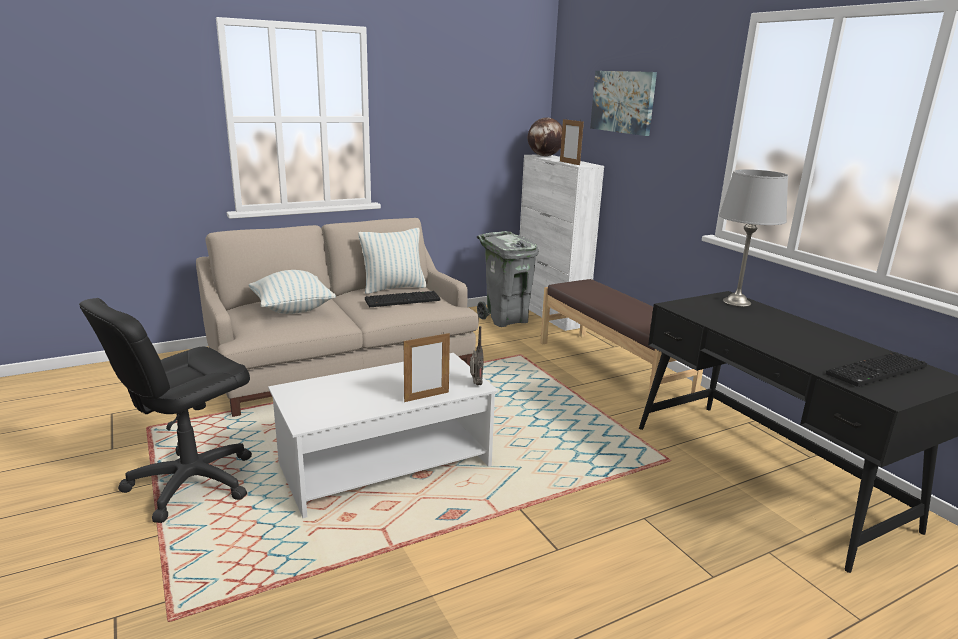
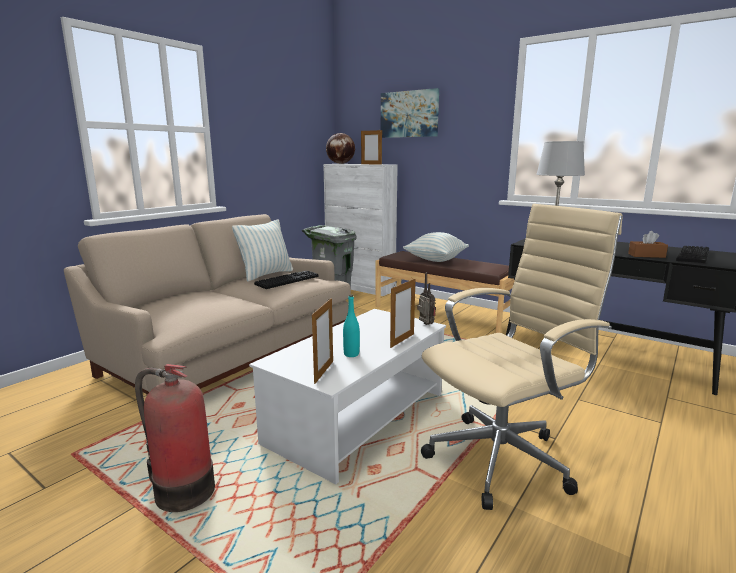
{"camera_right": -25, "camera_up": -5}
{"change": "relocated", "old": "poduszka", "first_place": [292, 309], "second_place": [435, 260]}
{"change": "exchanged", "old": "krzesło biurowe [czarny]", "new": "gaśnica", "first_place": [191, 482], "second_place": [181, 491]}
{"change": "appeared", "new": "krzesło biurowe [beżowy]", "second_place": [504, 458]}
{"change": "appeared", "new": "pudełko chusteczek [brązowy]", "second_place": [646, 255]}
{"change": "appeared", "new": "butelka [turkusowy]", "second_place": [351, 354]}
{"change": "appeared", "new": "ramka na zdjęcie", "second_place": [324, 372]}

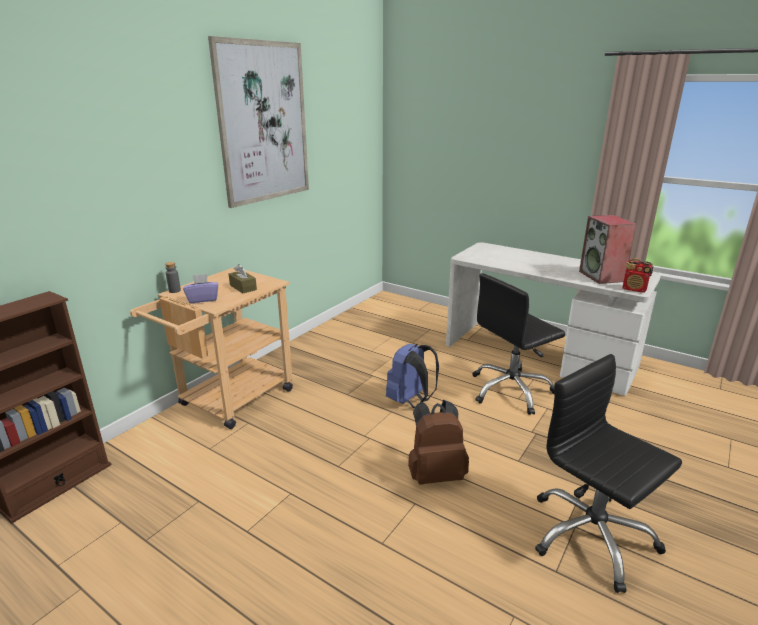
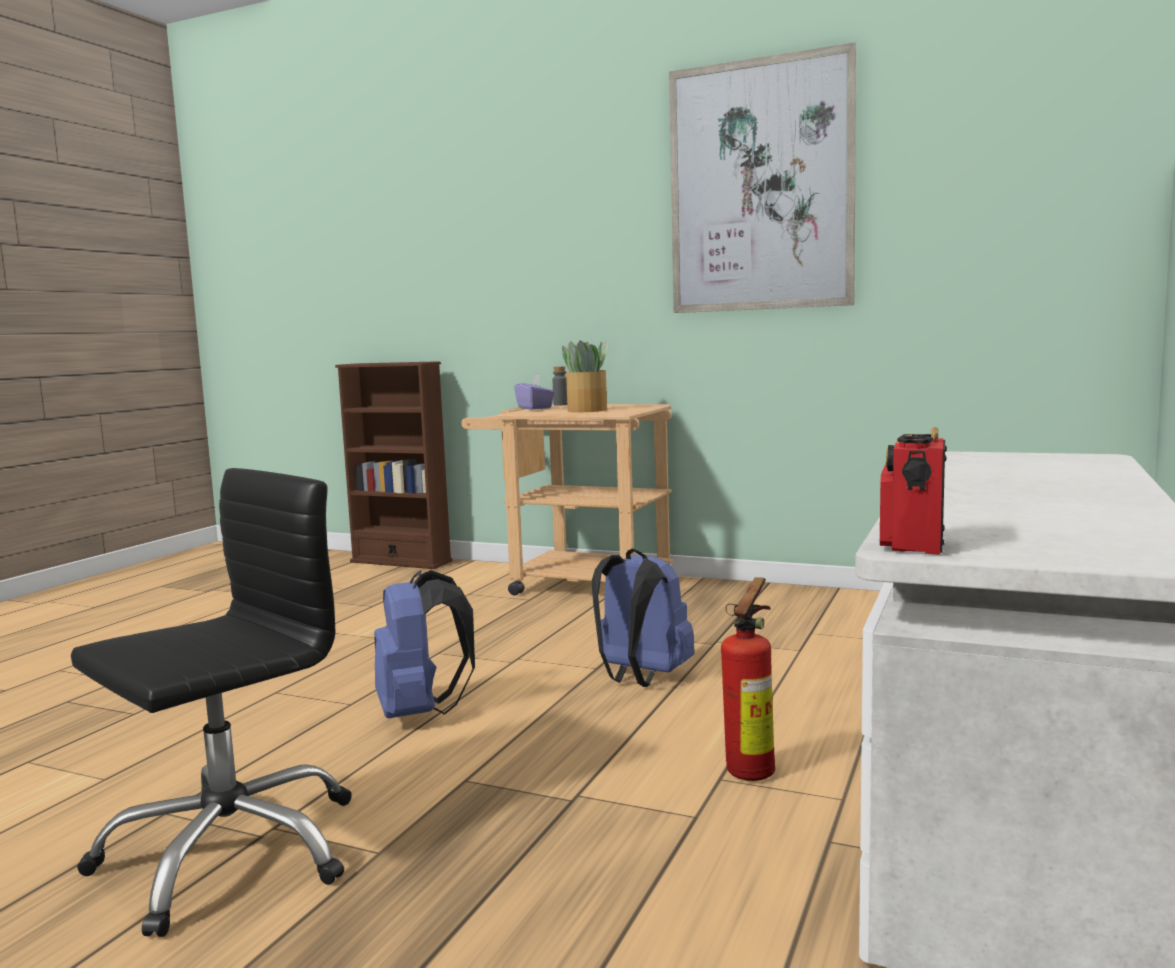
{"camera_right": 80, "camera_up": -15}
{"change": "missing", "old": "głośnik", "first_place": [602, 276]}
{"change": "exchanged", "old": "pudełko chusteczek [brązowy]", "new": "roślina doniczkowa", "first_place": [243, 287], "second_place": [588, 410]}
{"change": "exchanged", "old": "krzesło biurowe [czarny]", "new": "gaśnica", "first_place": [511, 390], "second_place": [754, 770]}
{"change": "colour", "old": "plecak [brązowy]", "new": "plecak [niebieski]", "first_place": [435, 474], "second_place": [420, 712]}

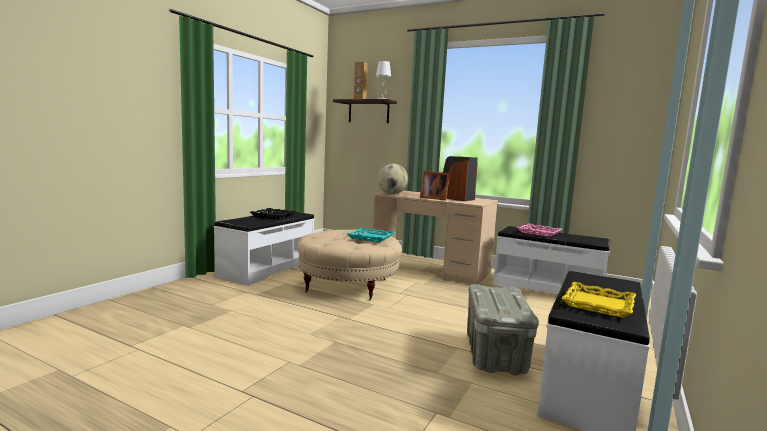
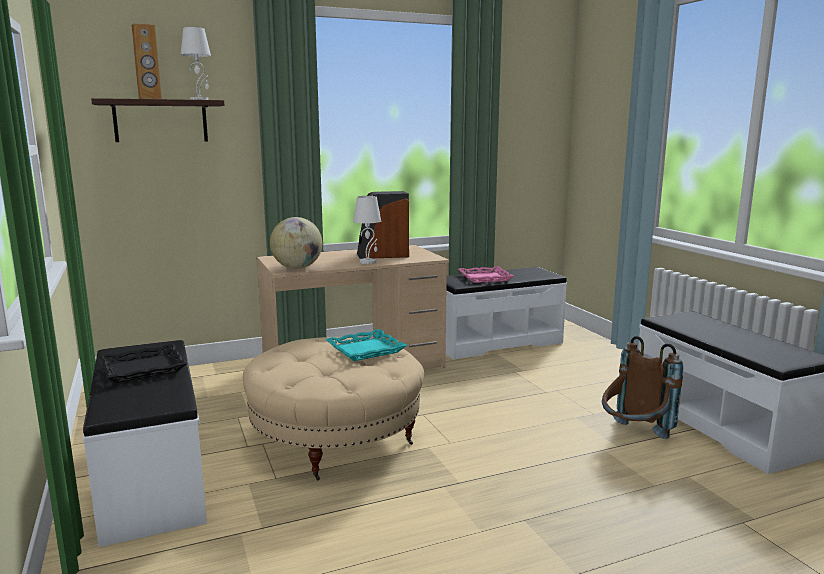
{"camera_right": -50, "camera_up": 5}
{"change": "exchanged", "old": "ramka na zdjęcie", "new": "lampa stołowa [biały]", "first_place": [433, 198], "second_place": [368, 262]}
{"change": "missing", "old": "taca [żółty]", "first_place": [599, 304]}
{"change": "exchanged", "old": "pojemnik do przechowywania [szary]", "new": "plecak [brązowy]", "first_place": [495, 354], "second_place": [634, 437]}

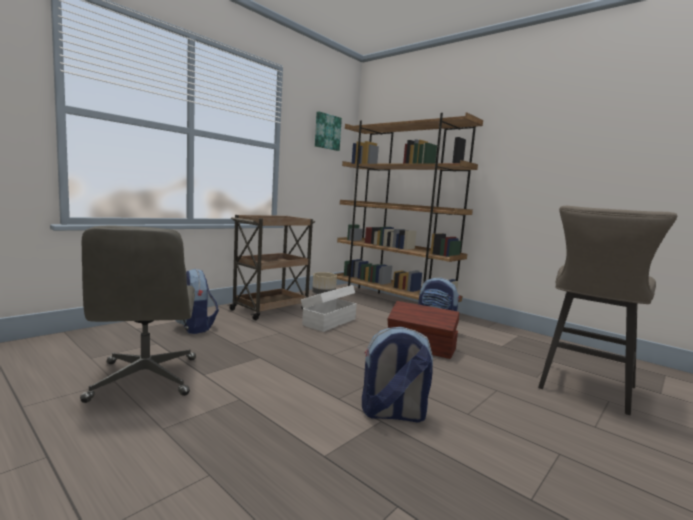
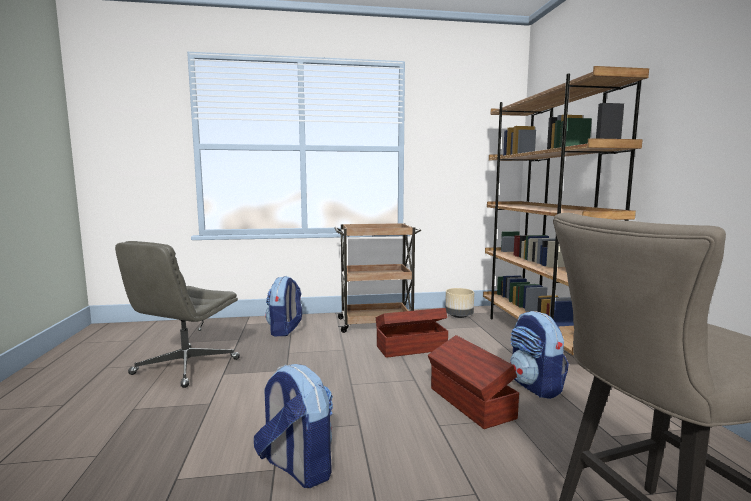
{"camera_right": 40, "camera_up": 0}
{"change": "missing", "old": "obraz", "first_place": [327, 132]}
{"change": "colour", "old": "pojemnik do przechowywania [biały]", "new": "pojemnik do przechowywania [brązowy]", "first_place": [328, 322], "second_place": [410, 348]}

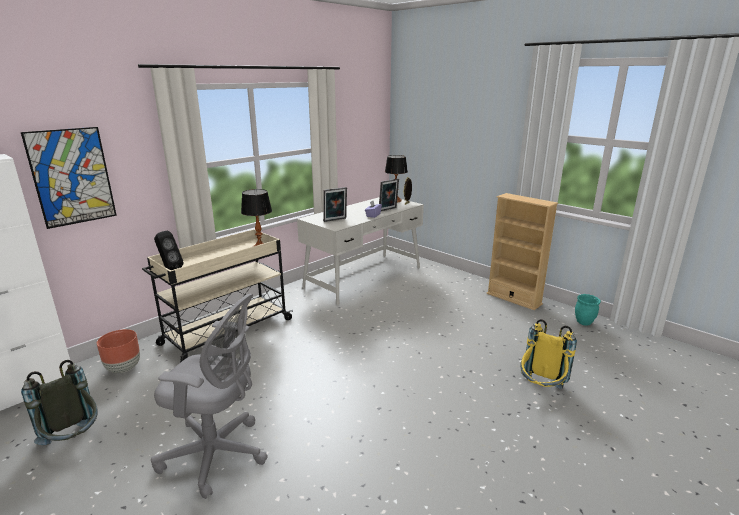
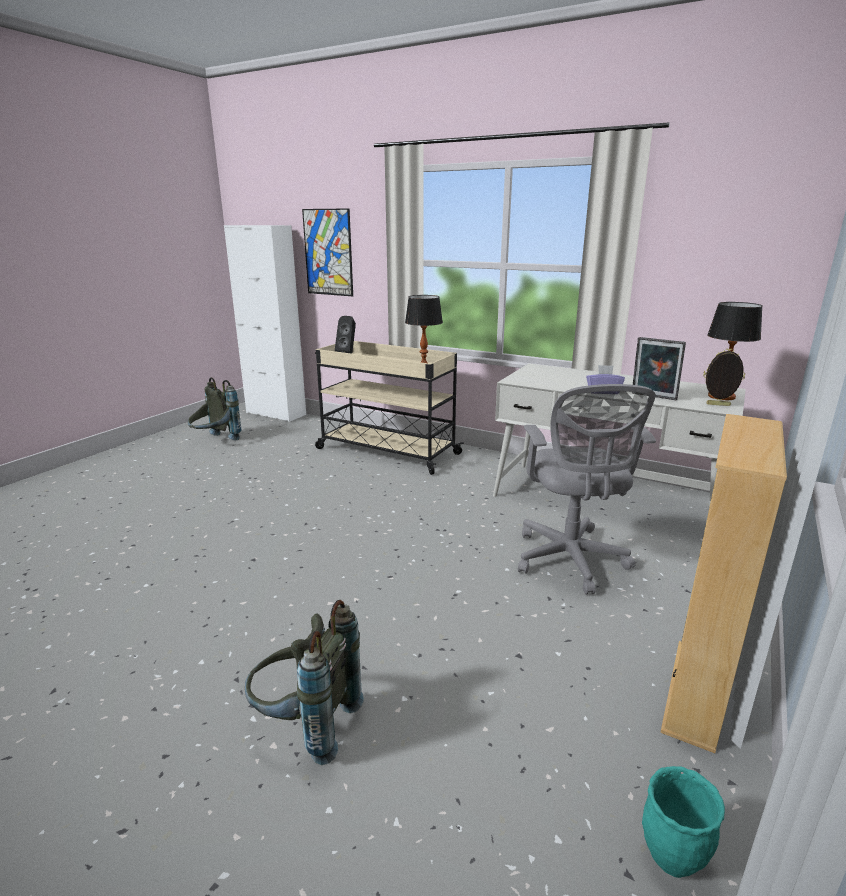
{"camera_right": 75, "camera_up": 0}
{"change": "missing", "old": "ramka na zdjęcie", "first_place": [335, 220]}
{"change": "relocated", "old": "krzesło biurowe [szary]", "first_place": [218, 454], "second_place": [571, 561]}
{"change": "colour", "old": "plecak [żółty]", "new": "plecak [szary]", "first_place": [540, 390], "second_place": [305, 725]}
{"change": "missing", "old": "donica [brązowy]", "first_place": [123, 368]}

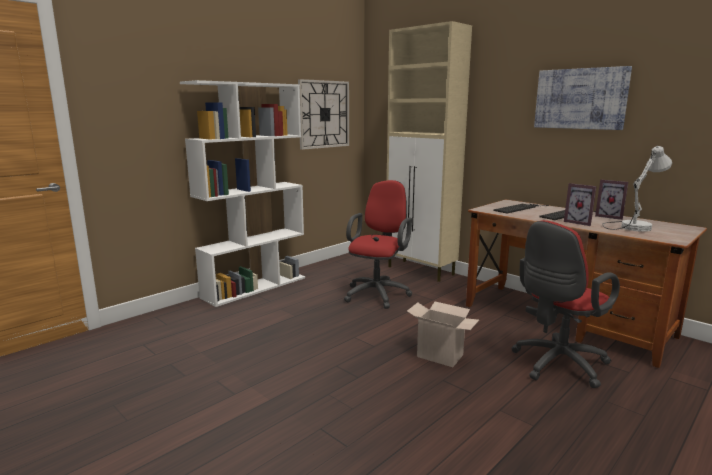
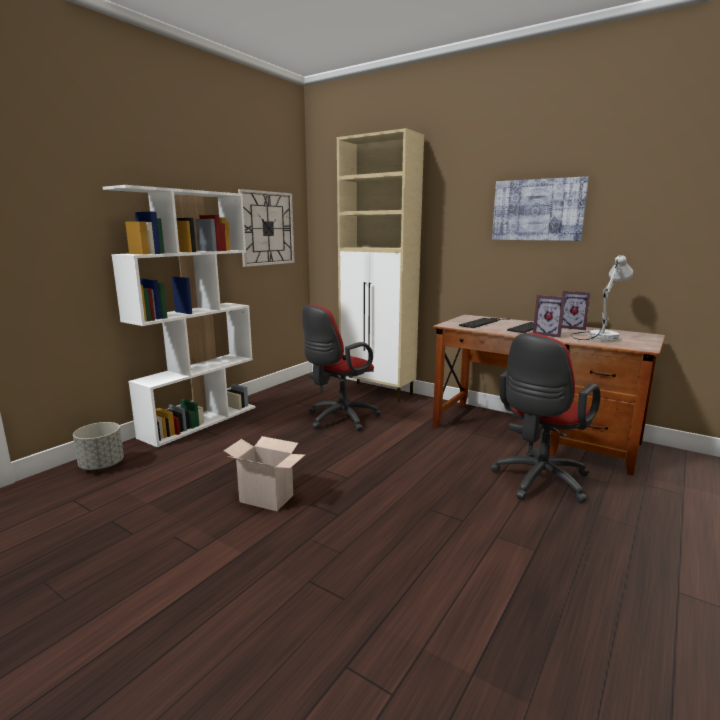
{"camera_right": -10, "camera_up": 0}
{"change": "spun", "old": "krzesło biurowe [czerwony]", "first_place": [378, 293], "second_place": [339, 419], "degrees": -150}
{"change": "relocated", "old": "karton", "first_place": [441, 356], "second_place": [268, 498]}
{"change": "appeared", "new": "donica [szary]", "second_place": [102, 465]}

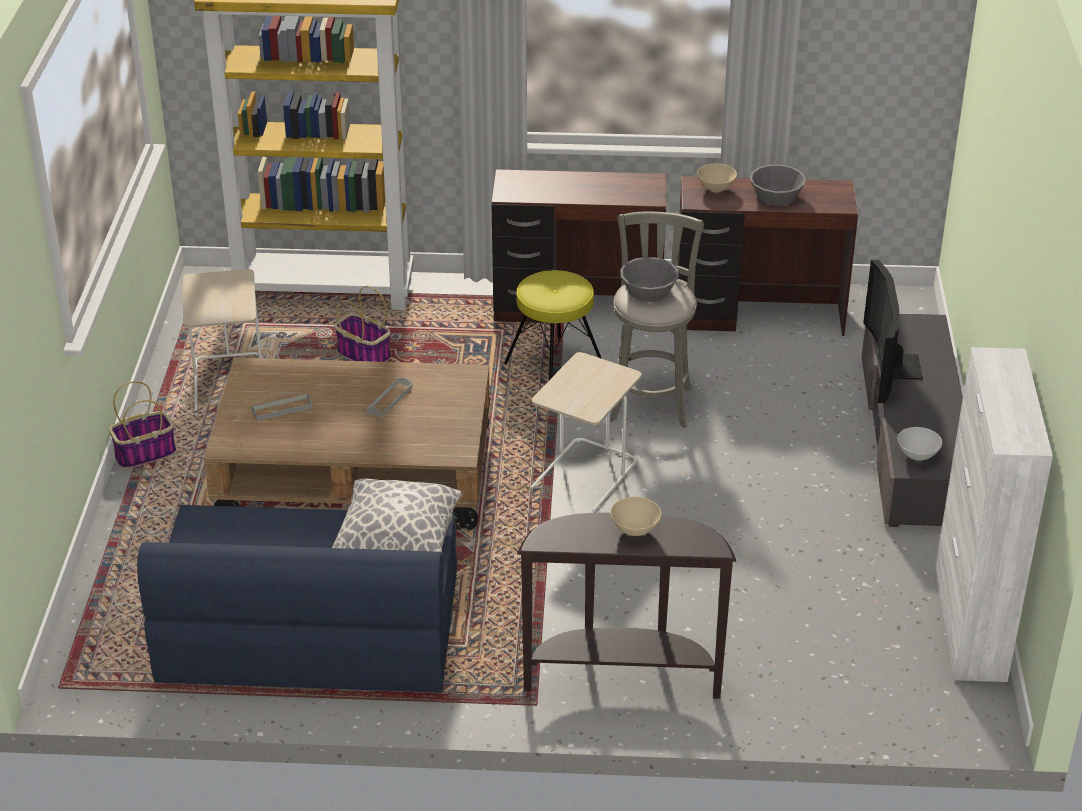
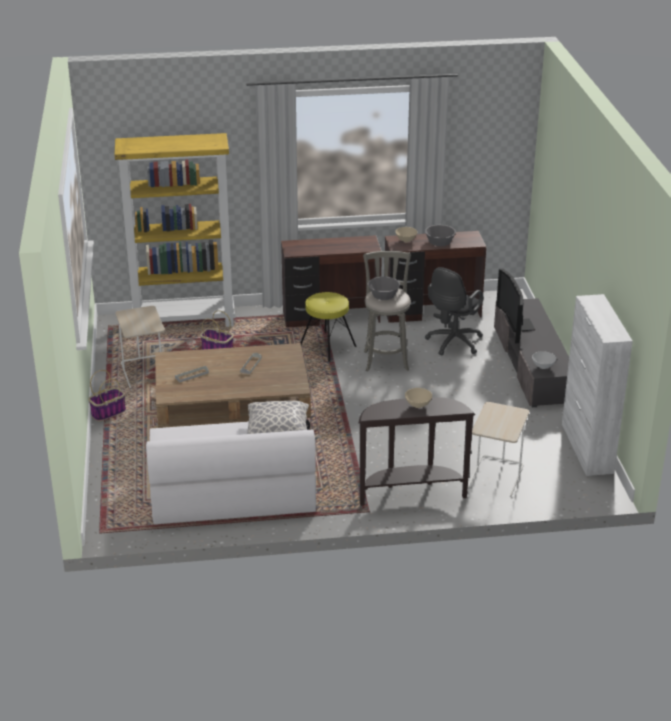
{"camera_right": -10, "camera_up": -5}
{"change": "relocated", "old": "stolik [beżowy]", "first_place": [585, 475], "second_place": [496, 476]}
{"change": "colour", "old": "kanapa [niebieski]", "new": "kanapa [biały]", "first_place": [310, 627], "second_place": [232, 488]}
{"change": "appeared", "new": "krzesło biurowe [czarny]", "second_place": [452, 343]}

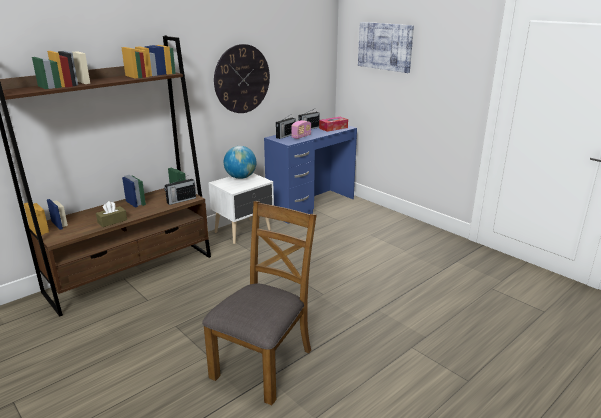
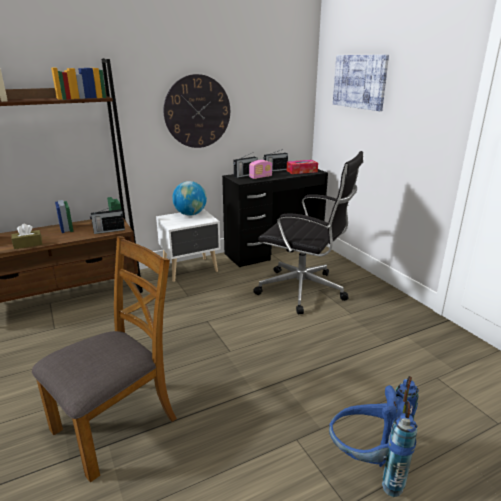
{"camera_right": 15, "camera_up": 0}
{"change": "colour", "old": "biurko [niebieski]", "new": "biurko [czarny]", "first_place": [311, 205], "second_place": [273, 251]}
{"change": "appeared", "new": "krzesło biurowe [czarny]", "second_place": [304, 291]}
{"change": "appeared", "new": "plecak [niebieski]", "second_place": [368, 465]}

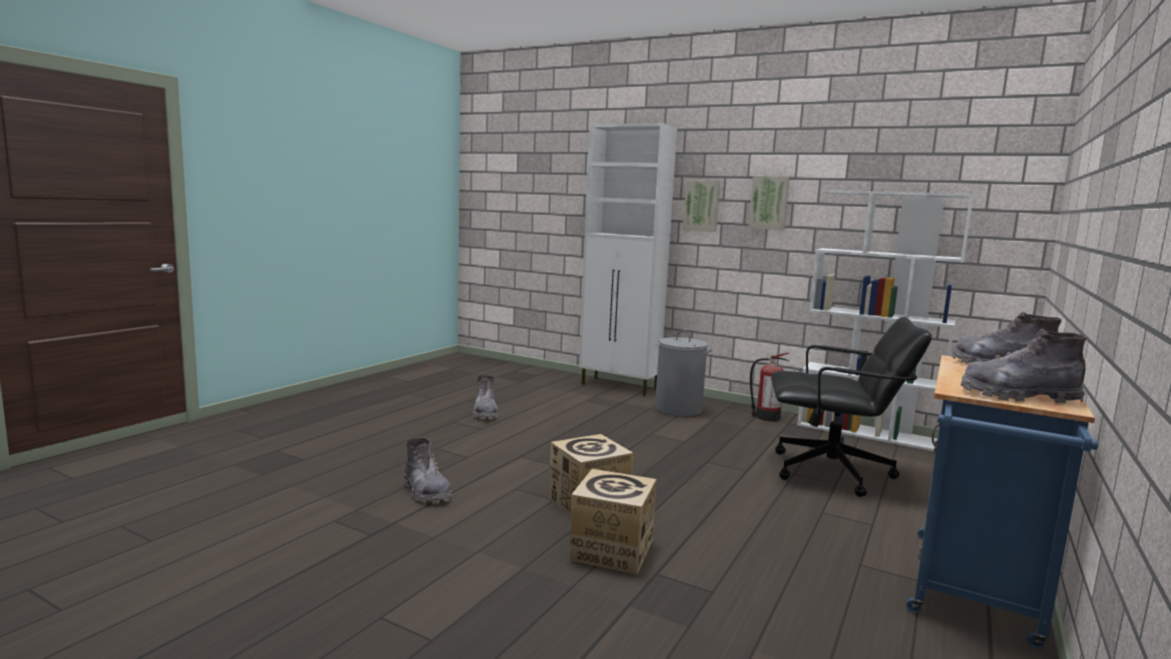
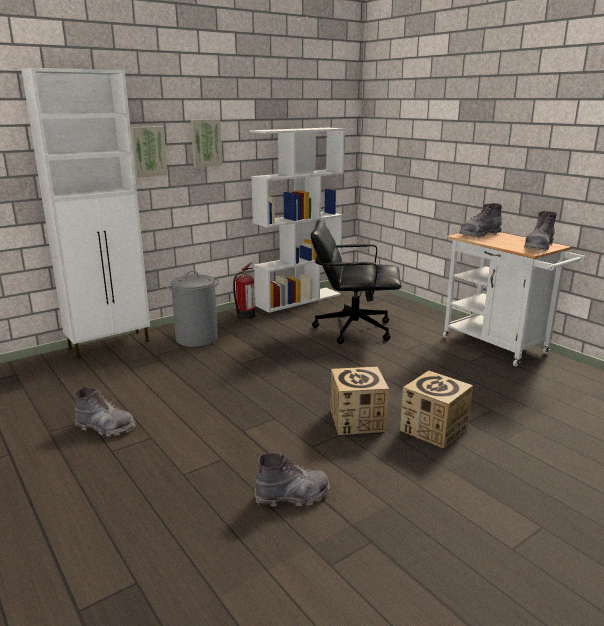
{"camera_right": -65, "camera_up": 10}
{"change": "spun", "old": "krzesło biurowe [czarny]", "first_place": [833, 472], "second_place": [353, 329], "degrees": -120}
{"change": "colour", "old": "wózek [niebieski]", "new": "wózek [biały]", "first_place": [974, 592], "second_place": [500, 347]}

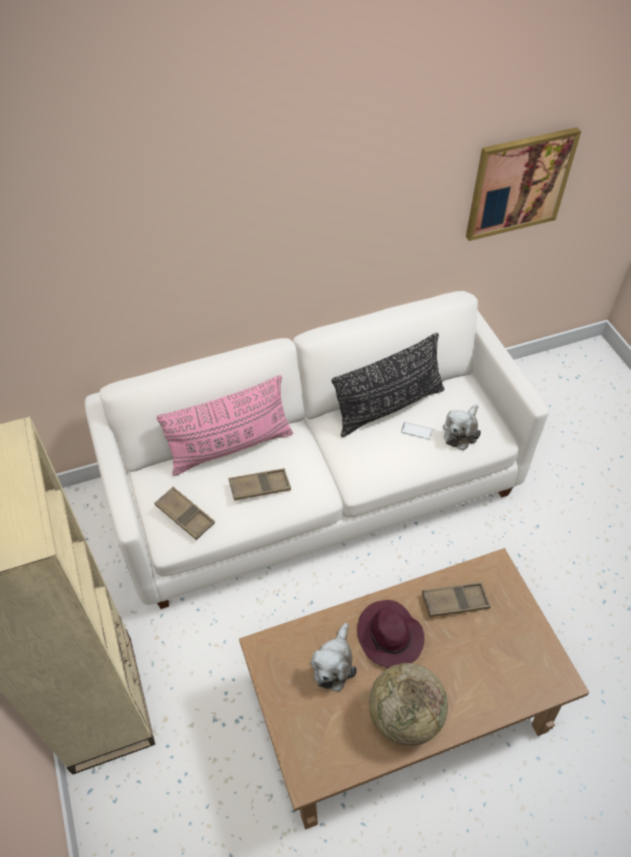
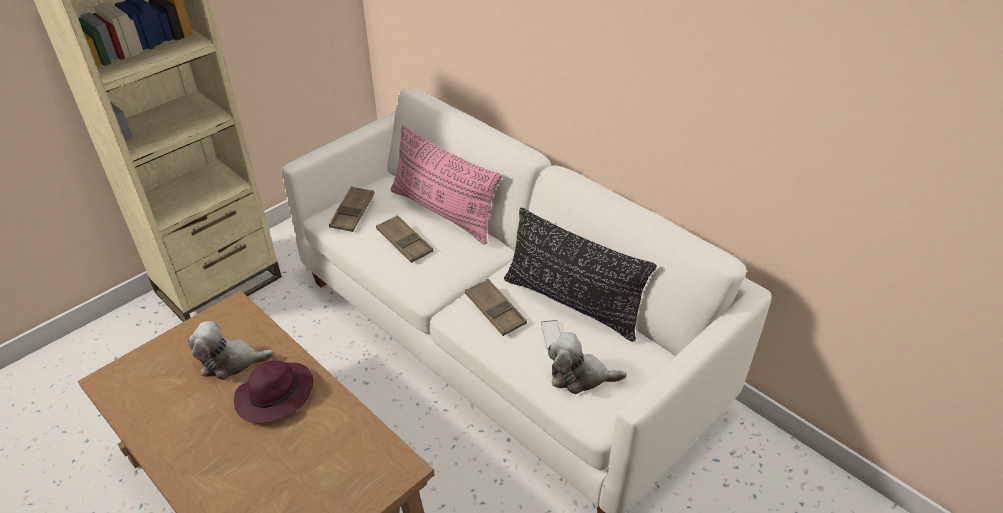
{"camera_right": 65, "camera_up": -10}
{"change": "missing", "old": "obraz", "first_place": [519, 183]}
{"change": "relocated", "old": "taca [brązowy]", "first_place": [455, 602], "second_place": [495, 311]}
{"change": "missing", "old": "globus", "first_place": [404, 716]}

